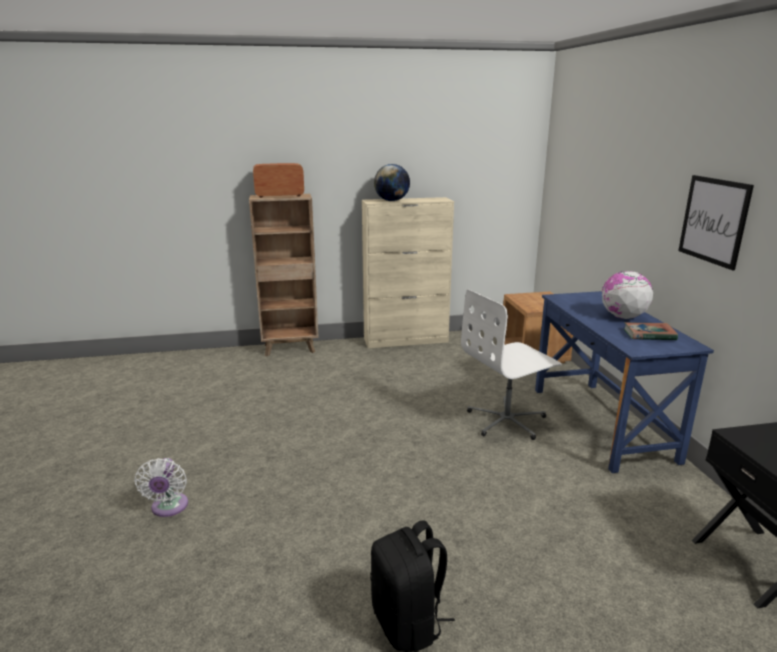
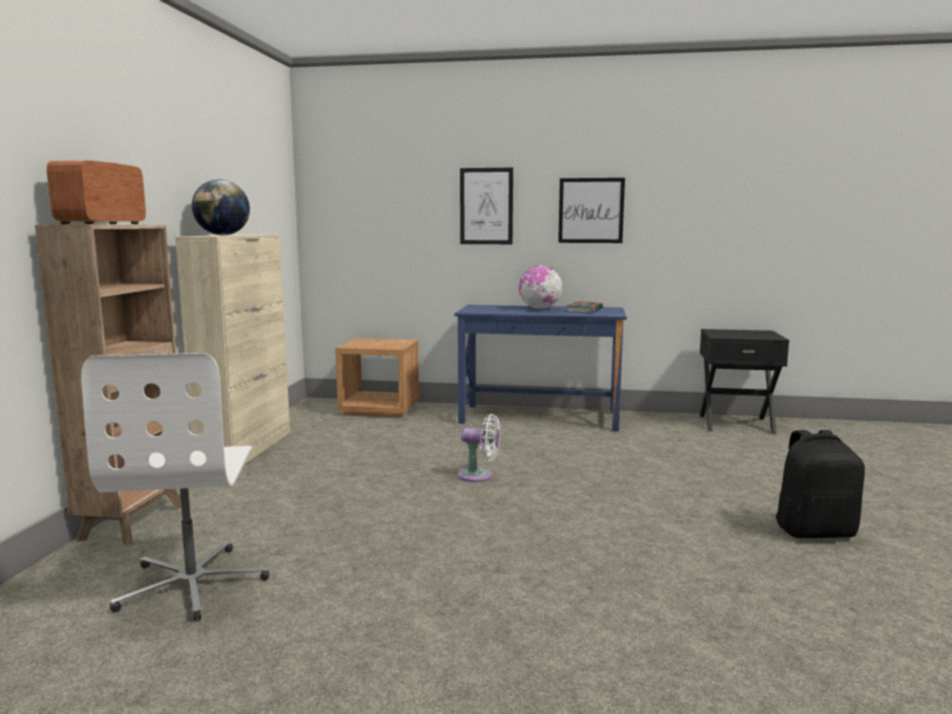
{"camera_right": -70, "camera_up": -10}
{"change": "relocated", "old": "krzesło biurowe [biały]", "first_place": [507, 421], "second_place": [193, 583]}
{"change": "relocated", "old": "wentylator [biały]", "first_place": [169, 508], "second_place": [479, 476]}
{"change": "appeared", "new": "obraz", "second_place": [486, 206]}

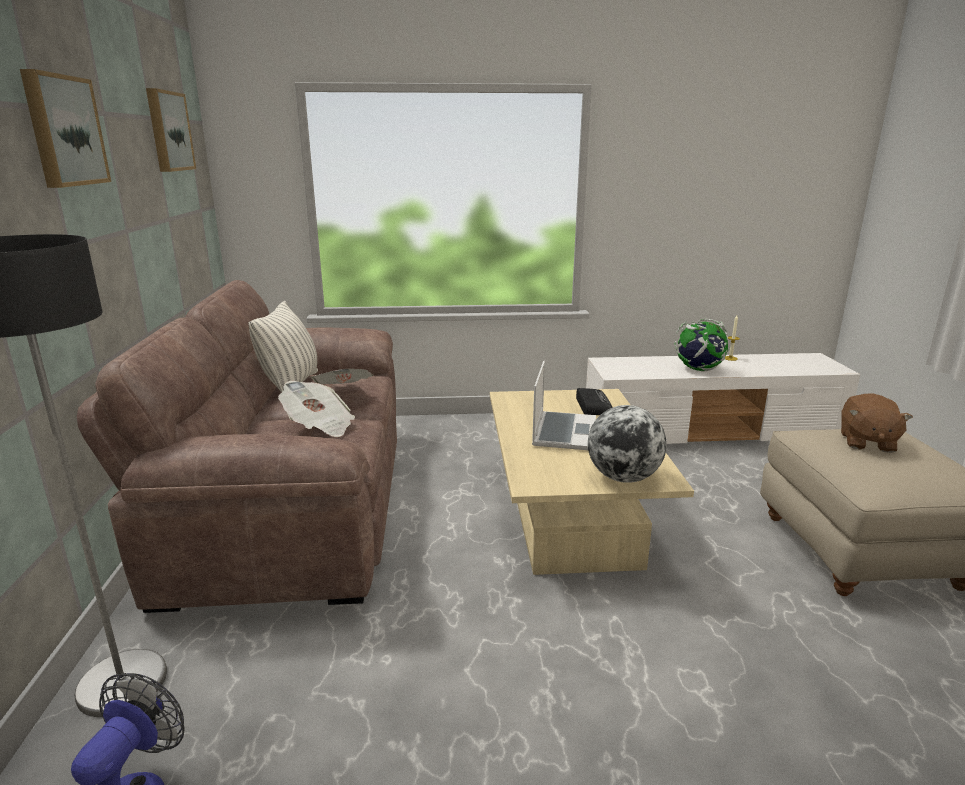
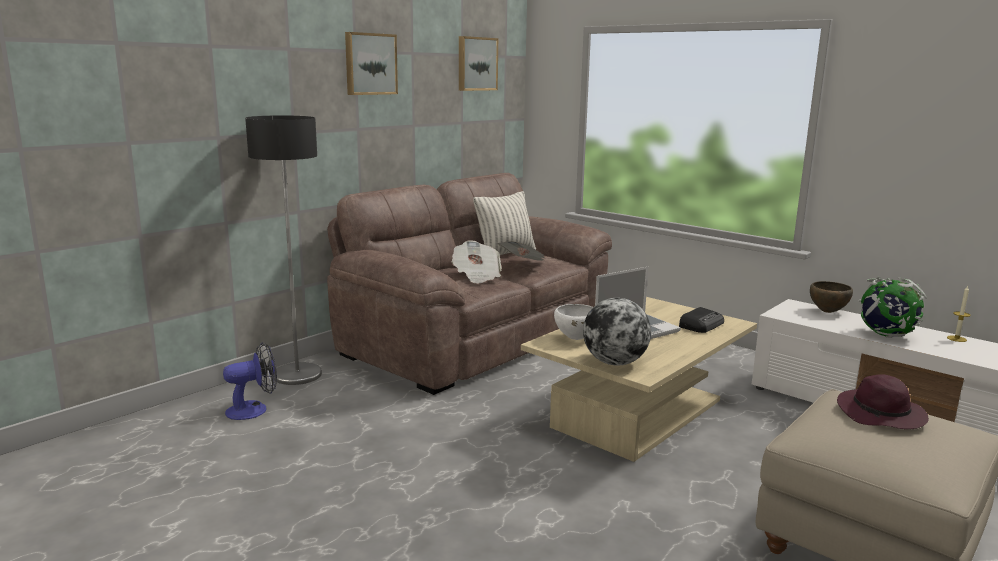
{"camera_right": 45, "camera_up": -5}
{"change": "exchanged", "old": "pluszak [brązowy]", "new": "kapelusz [fioletowy]", "first_place": [866, 442], "second_place": [881, 415]}
{"change": "appeared", "new": "miska [brązowy]", "second_place": [827, 312]}
{"change": "appeared", "new": "miska [biały]", "second_place": [576, 338]}

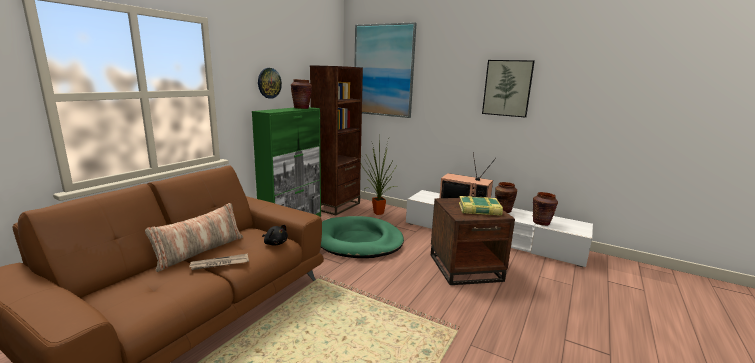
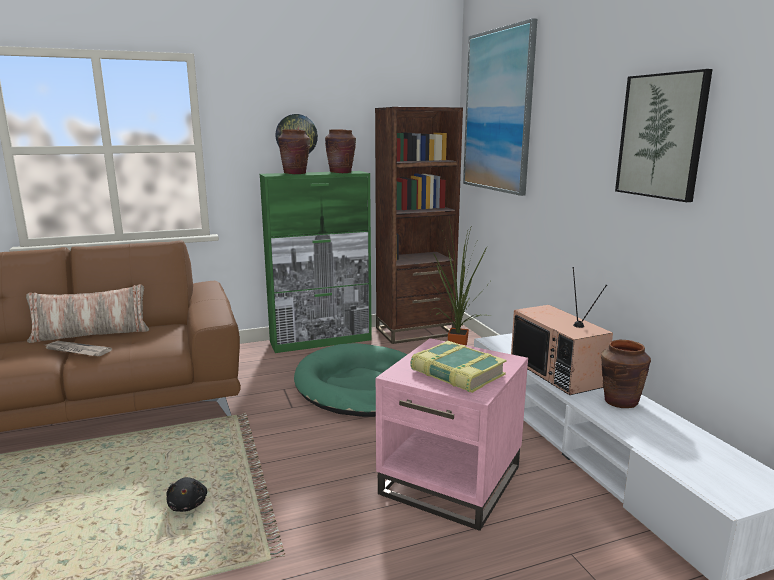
{"camera_right": 40, "camera_up": 0}
{"change": "relocated", "old": "wazon [brązowy]", "first_place": [541, 223], "second_place": [295, 173]}
{"change": "colour", "old": "stolik [brązowy]", "new": "stolik [różowy]", "first_place": [466, 267], "second_place": [452, 480]}
{"change": "relocated", "old": "pluszak [czarny]", "first_place": [275, 243], "second_place": [188, 505]}

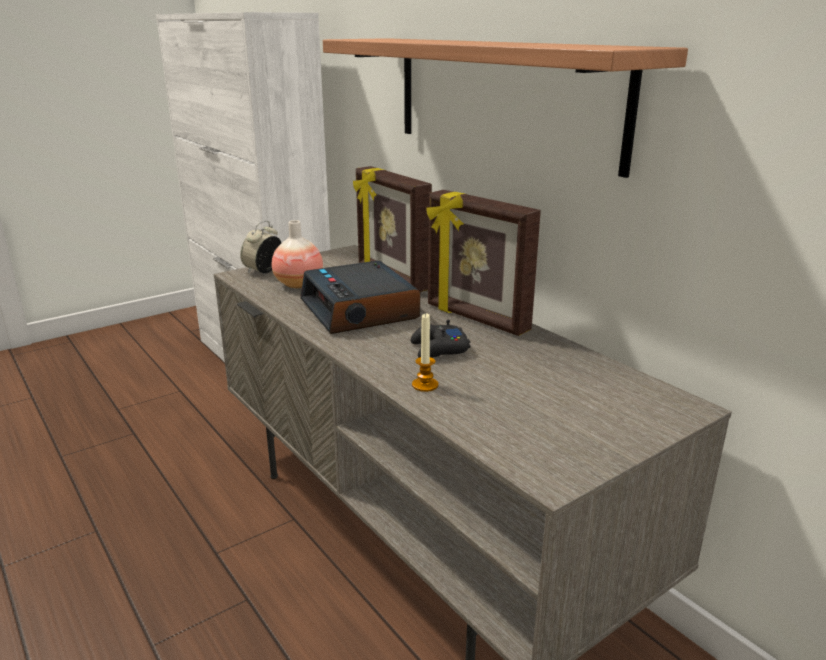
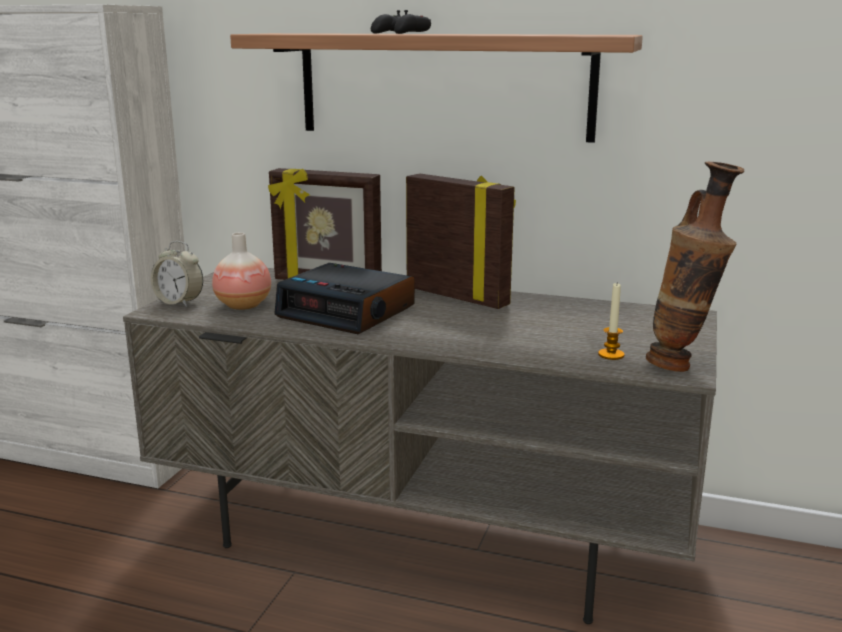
{"camera_right": -35, "camera_up": -5}
{"change": "spun", "old": "ramka na zdjęcie", "first_place": [475, 318], "second_place": [458, 296], "degrees": -150}
{"change": "spun", "old": "budzik", "first_place": [263, 271], "second_place": [179, 303], "degrees": -60}
{"change": "relocated", "old": "świeca", "first_place": [425, 385], "second_place": [611, 355]}
{"change": "relocated", "old": "pad do gier [czarny]", "first_place": [439, 349], "second_place": [401, 33]}
{"change": "appeared", "new": "wazon", "second_place": [682, 367]}

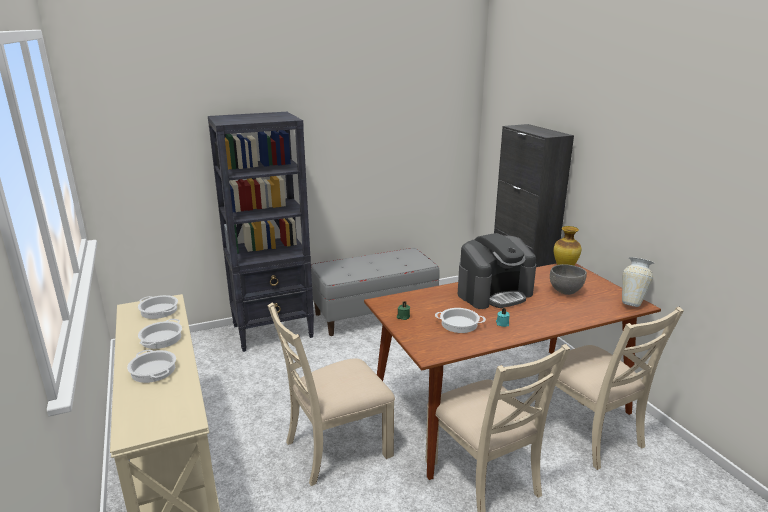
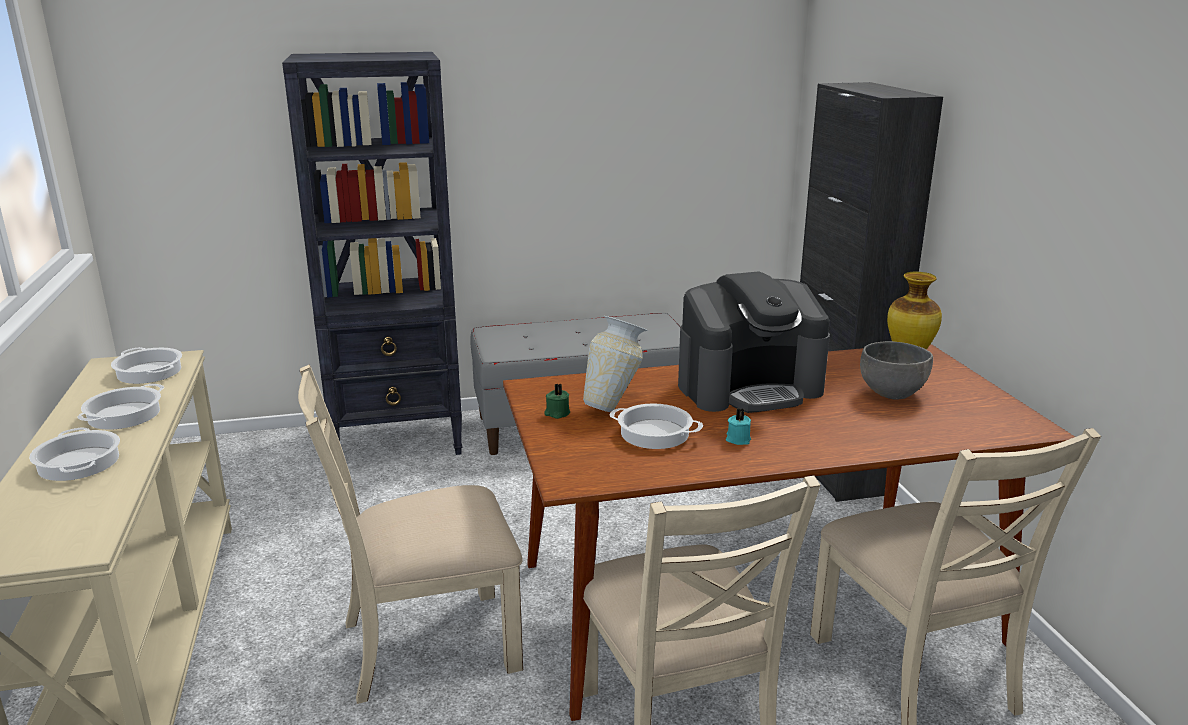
{"camera_right": 10, "camera_up": 0}
{"change": "relocated", "old": "wazon", "first_place": [633, 302], "second_place": [615, 405]}

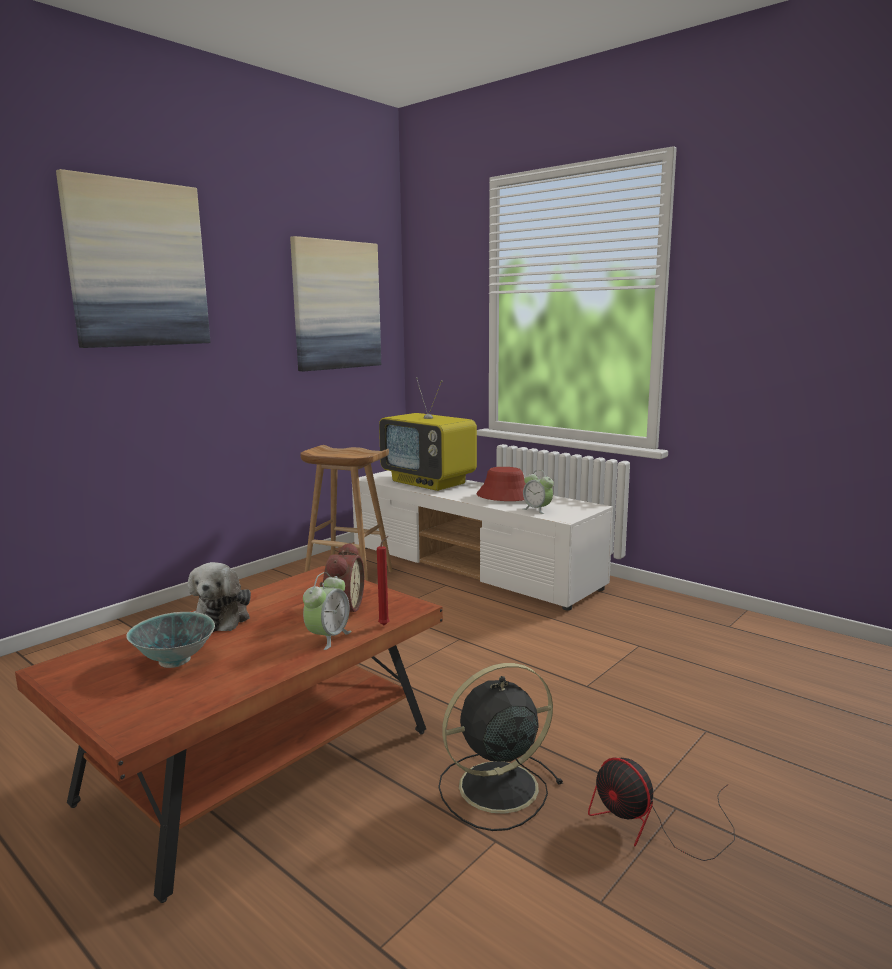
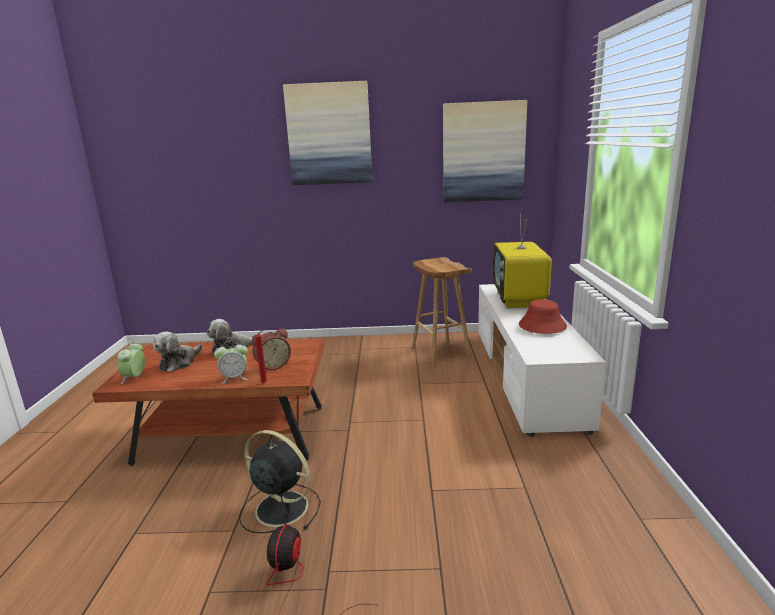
{"camera_right": 50, "camera_up": 5}
{"change": "relocated", "old": "budzik", "first_place": [537, 510], "second_place": [134, 378]}
{"change": "exchanged", "old": "miska", "new": "pluszak", "first_place": [174, 661], "second_place": [179, 362]}

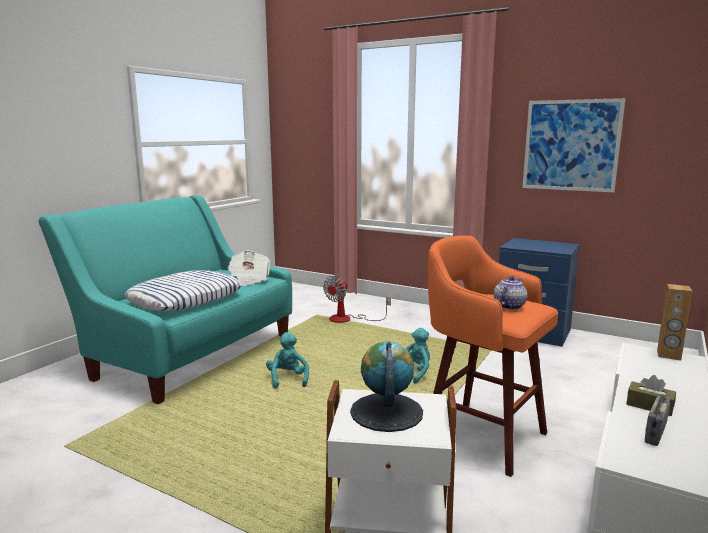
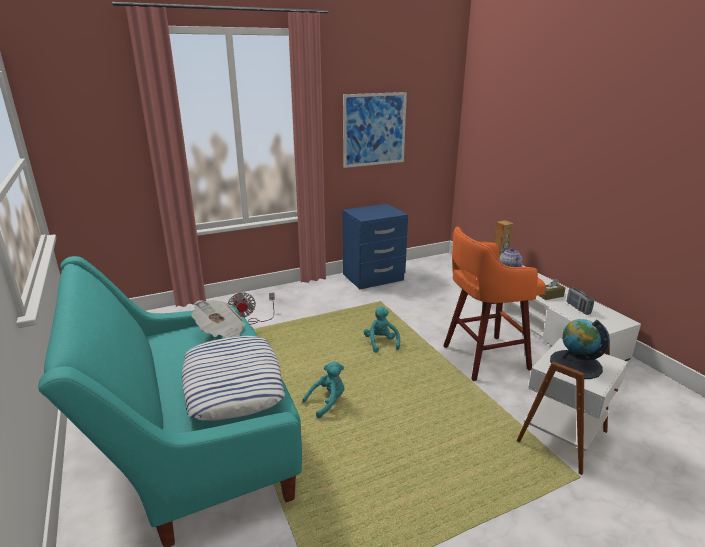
{"camera_right": -55, "camera_up": 10}
{"change": "spun", "old": "pluszak [turkusowy]", "first_place": [288, 379], "second_place": [327, 402], "degrees": 120}

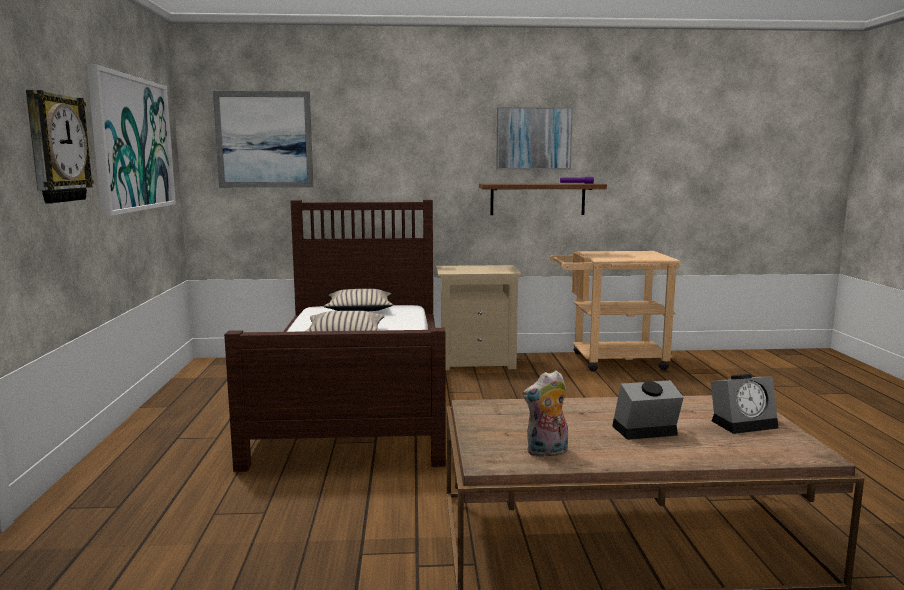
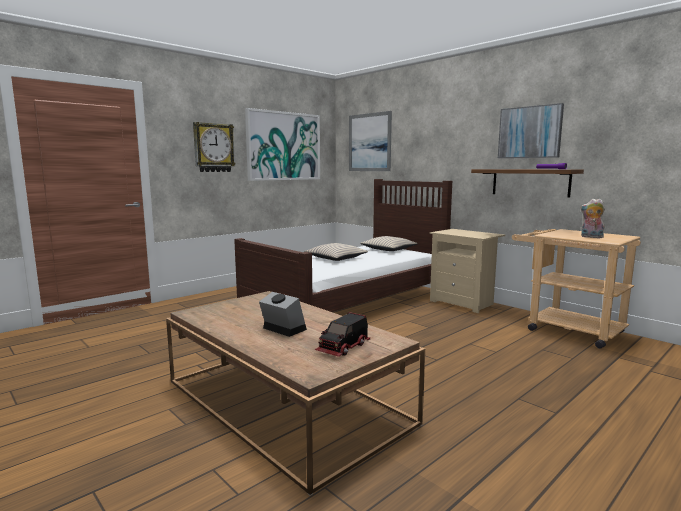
{"camera_right": 50, "camera_up": 0}
{"change": "relocated", "old": "pluszak", "first_place": [547, 452], "second_place": [591, 237]}
{"change": "exchanged", "old": "budzik", "new": "ciężarówka zabawkowa", "first_place": [744, 423], "second_place": [344, 348]}

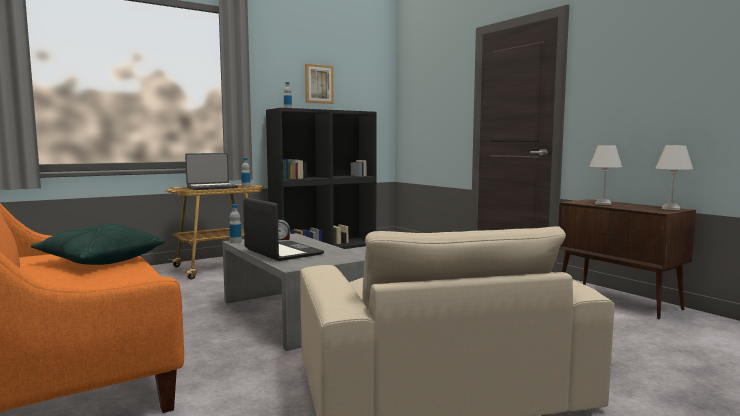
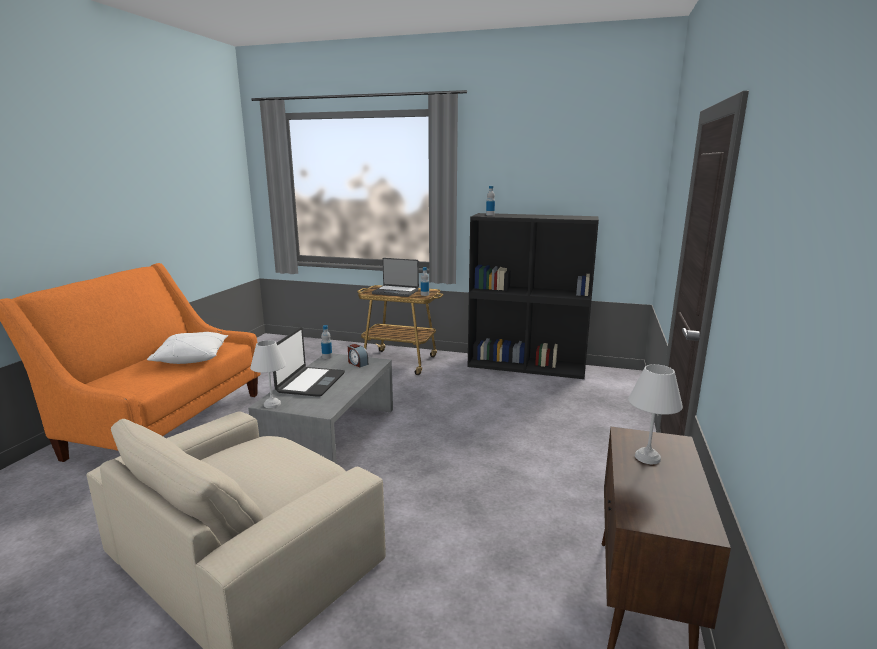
{"camera_right": 50, "camera_up": 10}
{"change": "missing", "old": "obraz", "first_place": [318, 84]}
{"change": "relocated", "old": "lampa stołowa [biały]", "first_place": [671, 209], "second_place": [273, 404]}
{"change": "colour", "old": "poduszka [zielony]", "new": "poduszka [biały]", "first_place": [100, 261], "second_place": [192, 357]}

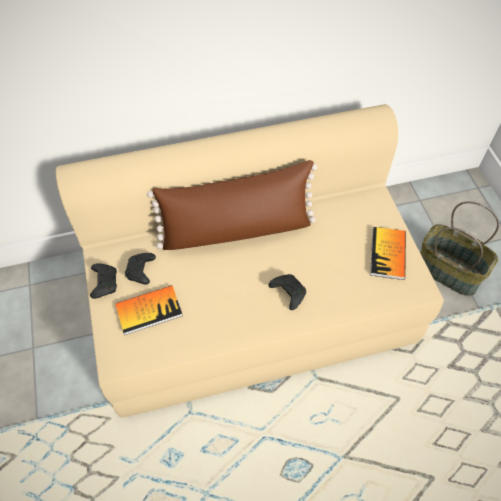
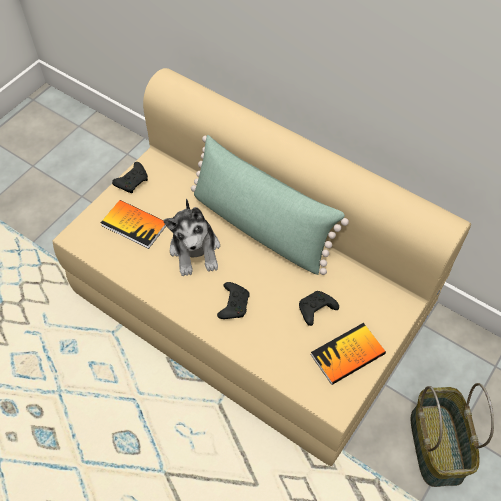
{"camera_right": 50, "camera_up": 0}
{"change": "colour", "old": "poduszka [brązowy]", "new": "poduszka [zielony]", "first_place": [237, 230], "second_place": [260, 227]}
{"change": "relocated", "old": "pad do gier [czarny]", "first_place": [141, 272], "second_place": [315, 310]}
{"change": "appeared", "new": "pluszak", "second_place": [195, 250]}

